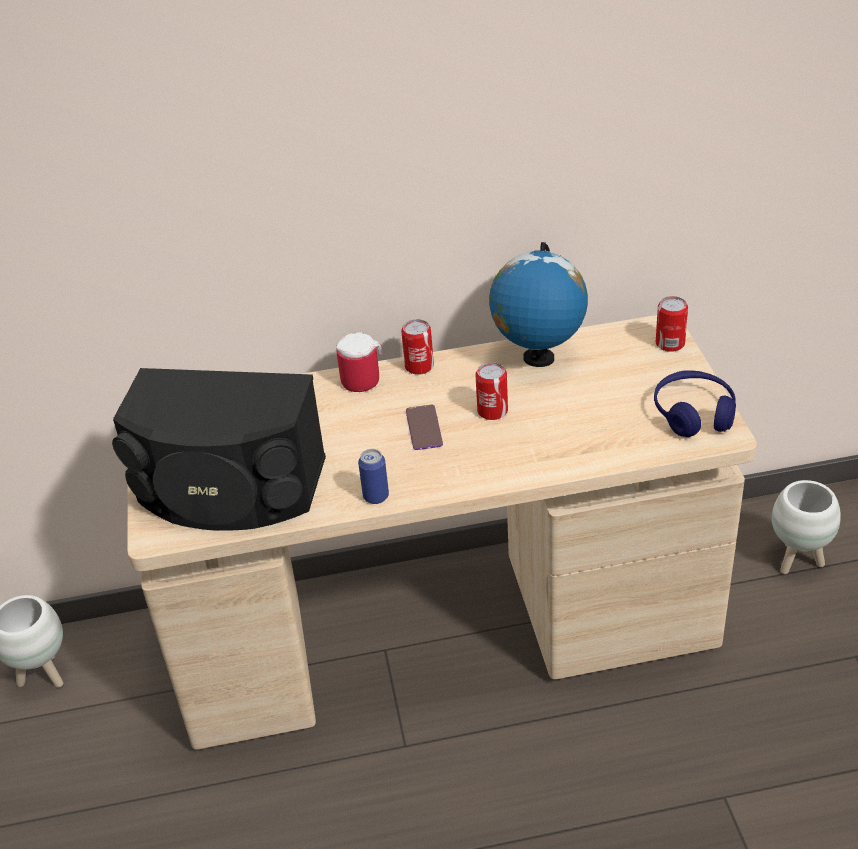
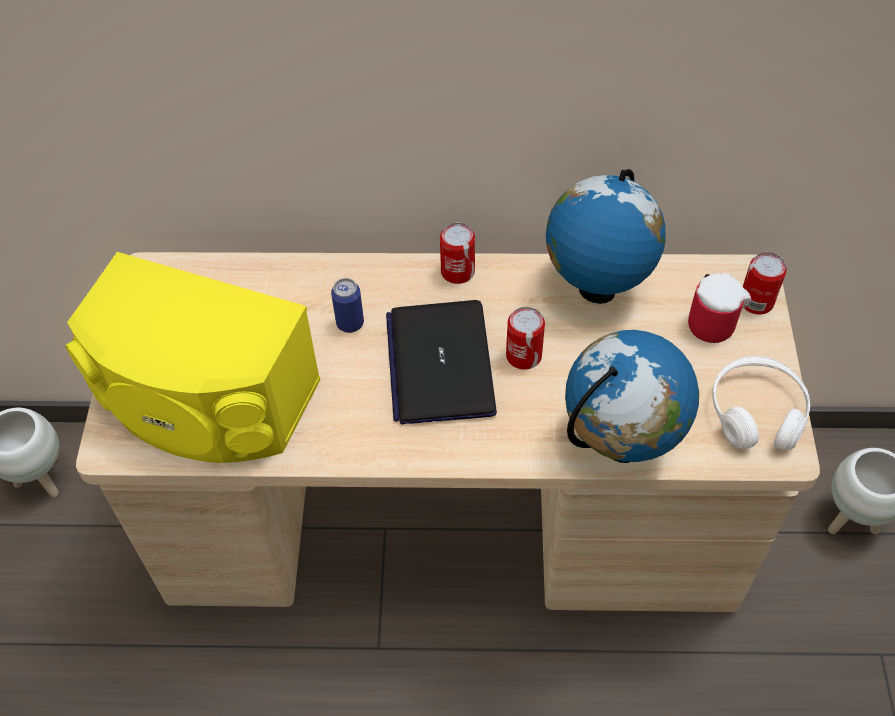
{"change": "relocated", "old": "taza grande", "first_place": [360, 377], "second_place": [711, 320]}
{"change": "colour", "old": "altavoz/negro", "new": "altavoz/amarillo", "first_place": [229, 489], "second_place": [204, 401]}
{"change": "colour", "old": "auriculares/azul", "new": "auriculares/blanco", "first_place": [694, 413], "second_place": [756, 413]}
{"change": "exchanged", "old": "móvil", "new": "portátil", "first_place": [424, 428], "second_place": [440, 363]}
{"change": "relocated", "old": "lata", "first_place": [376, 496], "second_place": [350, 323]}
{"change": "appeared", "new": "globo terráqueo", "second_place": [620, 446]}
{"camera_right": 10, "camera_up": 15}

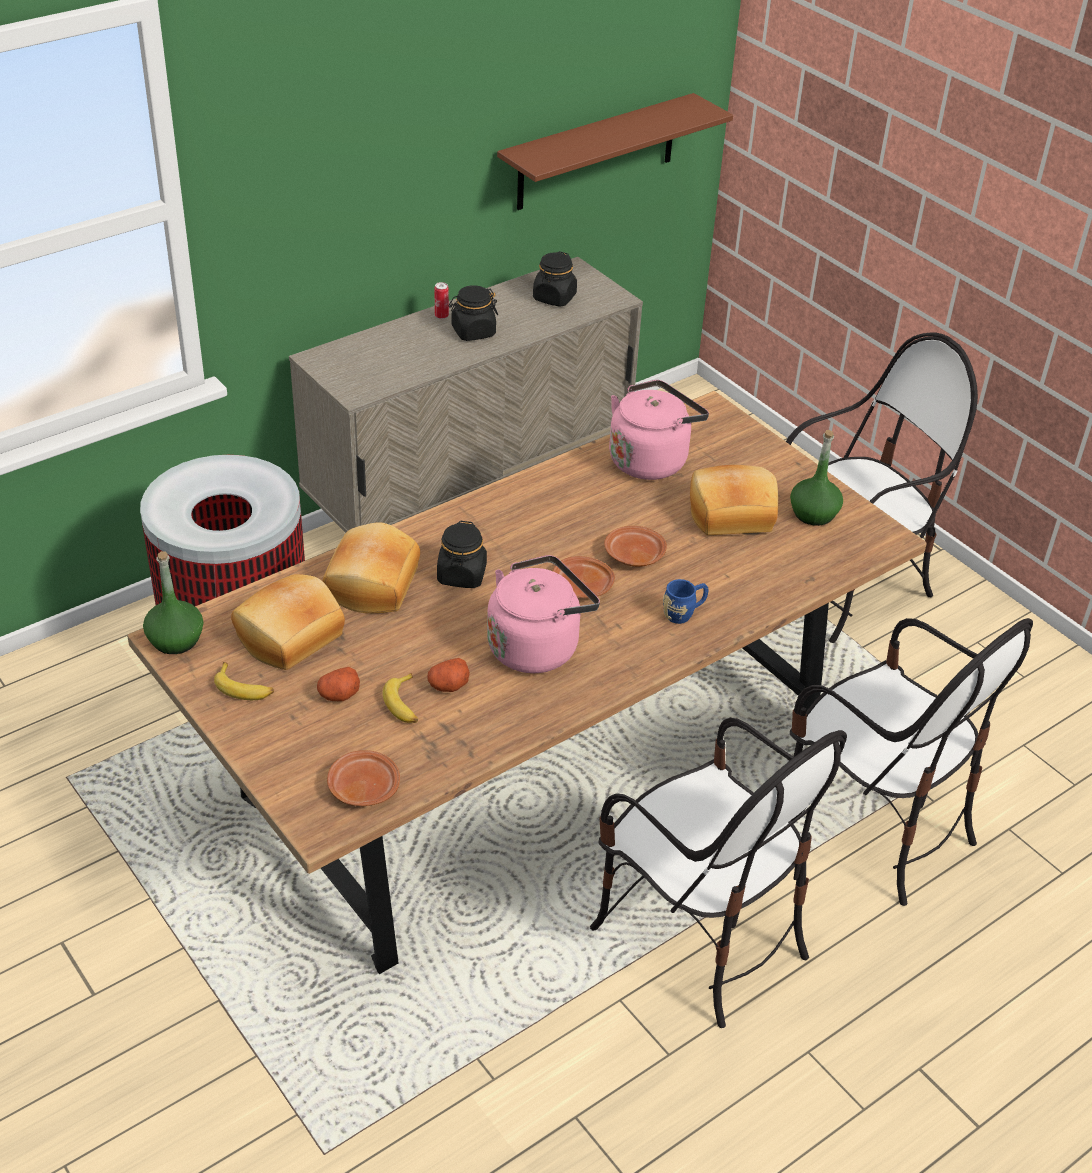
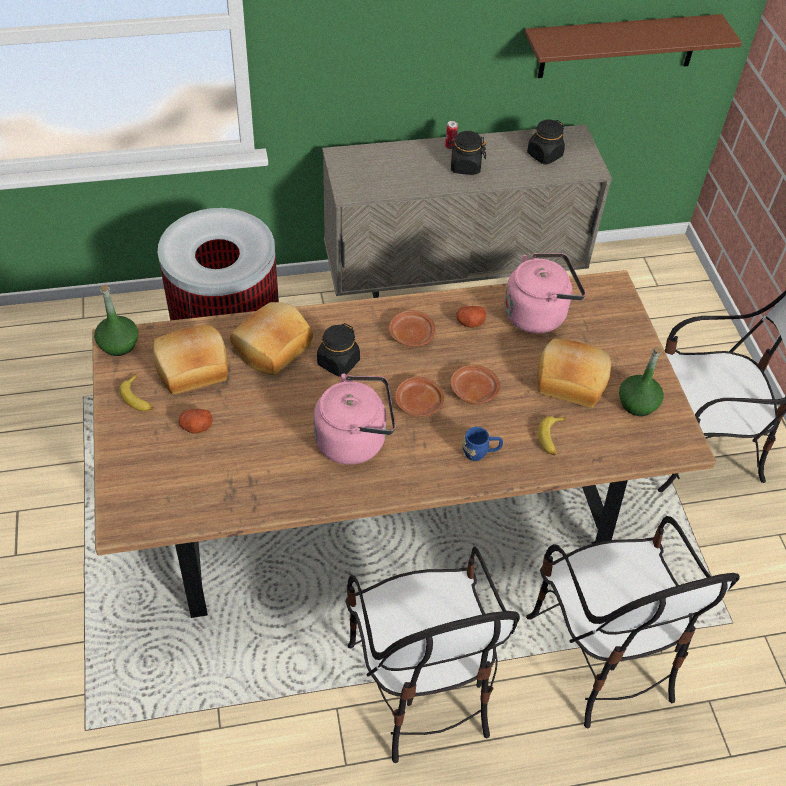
{"change": "relocated", "old": "patata", "first_place": [448, 685], "second_place": [469, 322]}
{"change": "relocated", "old": "plátano", "first_place": [404, 704], "second_place": [552, 438]}
{"change": "relocated", "old": "plato/marrón", "first_place": [363, 787], "second_place": [411, 334]}
{"camera_right": 25, "camera_up": 10}

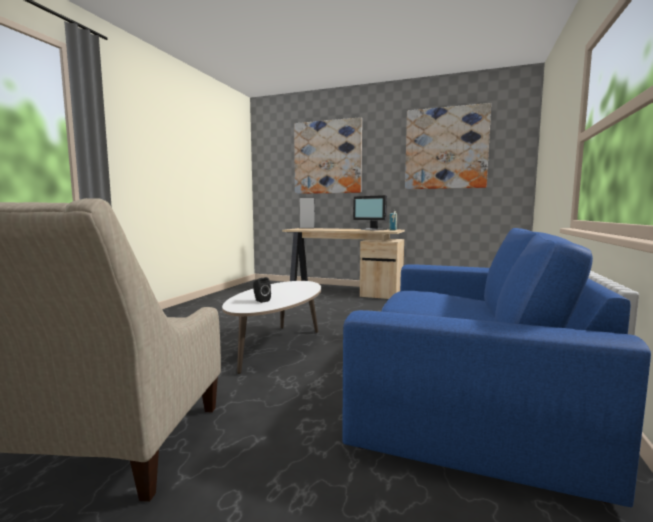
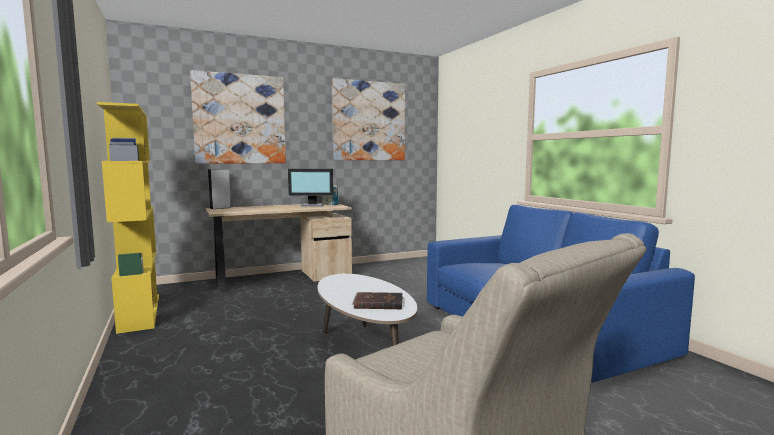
{"change": "exchanged", "old": "altavoz/negro", "new": "libro/marrón", "first_place": [261, 300], "second_place": [378, 303]}
{"change": "appeared", "new": "estantería/amarillo", "second_place": [139, 312]}
{"camera_right": -45, "camera_up": 0}

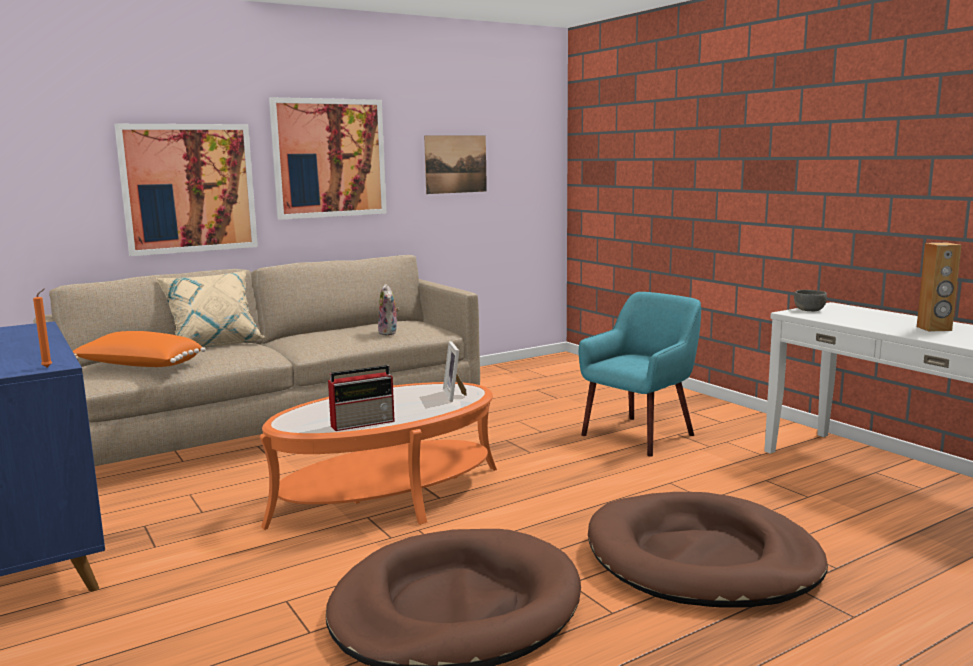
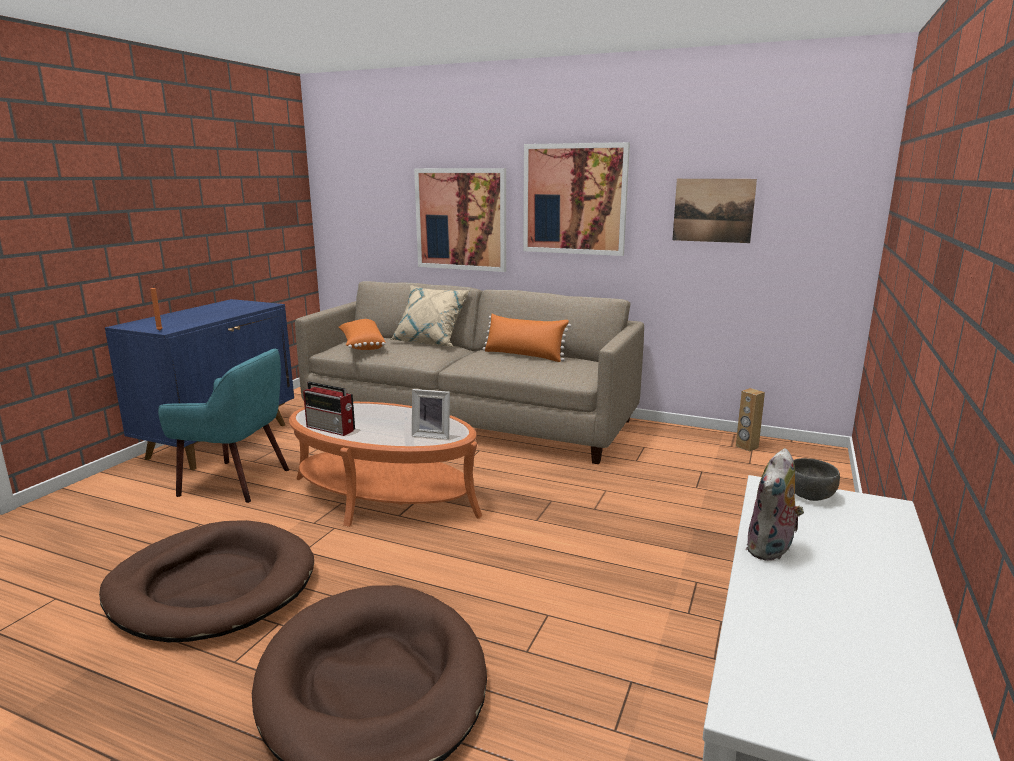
{"change": "relocated", "old": "altavoz/marrón", "first_place": [934, 329], "second_place": [746, 447]}
{"change": "relocated", "old": "peluche", "first_place": [389, 333], "second_place": [771, 550]}
{"change": "relocated", "old": "sillón/turquesa", "first_place": [640, 435], "second_place": [237, 481]}
{"change": "spun", "old": "portarretratos", "first_place": [455, 395], "second_place": [432, 435], "degrees": -120}
{"change": "appeared", "new": "cojín/naranja", "second_place": [524, 355]}
{"camera_right": 55, "camera_up": 5}

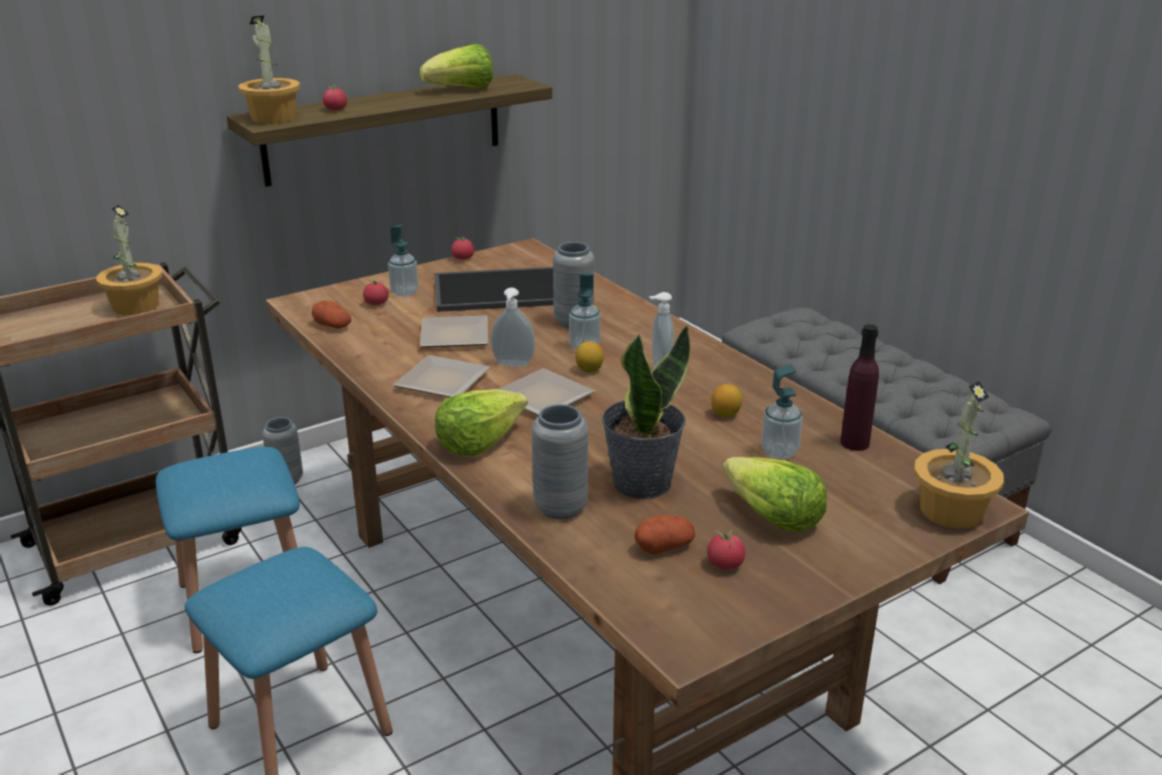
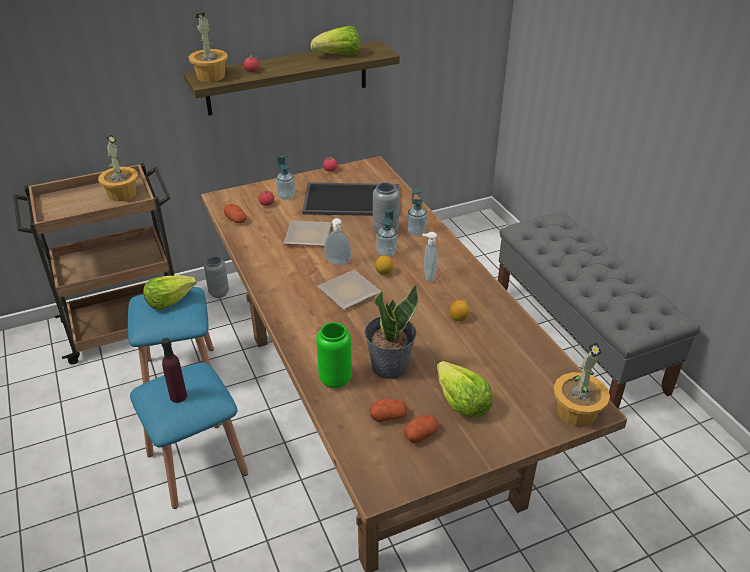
{"change": "relocated", "old": "botella/morado", "first_place": [854, 443], "second_place": [178, 396]}
{"change": "missing", "old": "plato", "first_place": [444, 383]}
{"change": "relocated", "old": "dispensador de jabón", "first_place": [779, 452], "second_place": [416, 232]}
{"change": "relocated", "old": "lechuga", "first_place": [479, 442], "second_place": [169, 300]}
{"change": "colour", "old": "florero/gris", "new": "florero/verde", "first_place": [560, 508], "second_place": [335, 379]}
{"change": "exchanged", "old": "tomate", "new": "patata", "first_place": [725, 565], "second_place": [420, 435]}
{"camera_right": 10, "camera_up": 10}

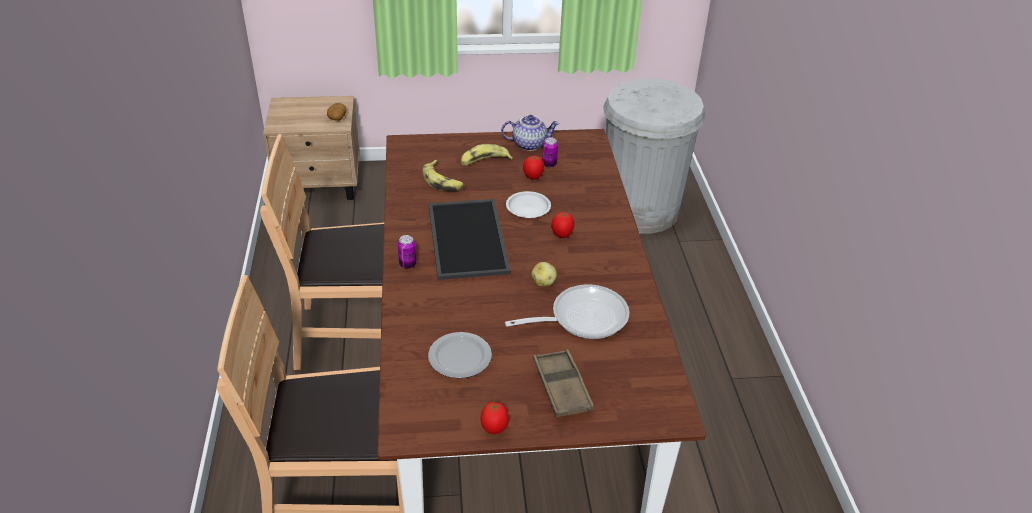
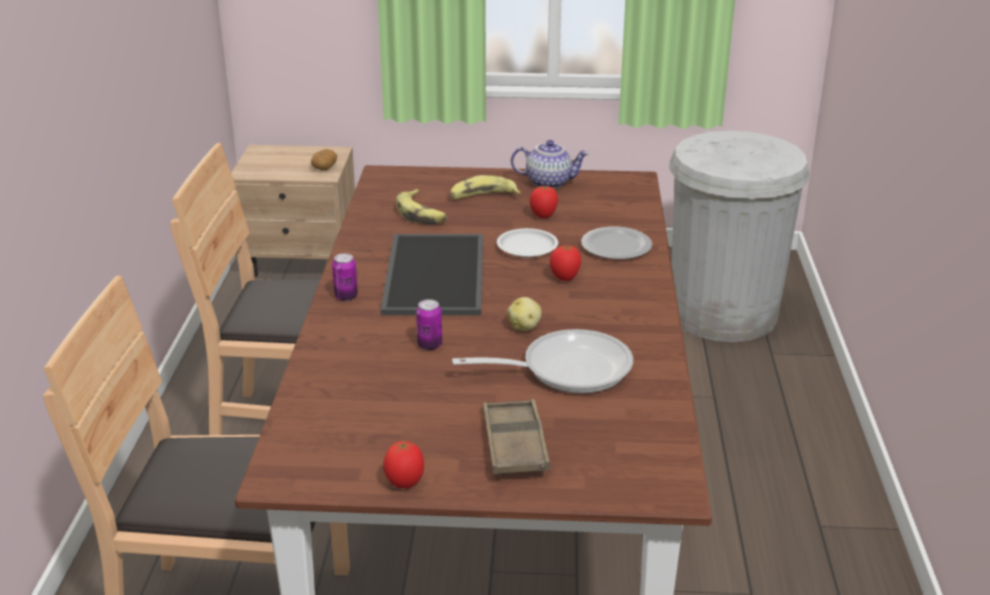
{"change": "relocated", "old": "lata", "first_place": [549, 164], "second_place": [429, 345]}
{"change": "relocated", "old": "plato", "first_place": [460, 357], "second_place": [617, 247]}
{"camera_right": 10, "camera_up": -10}

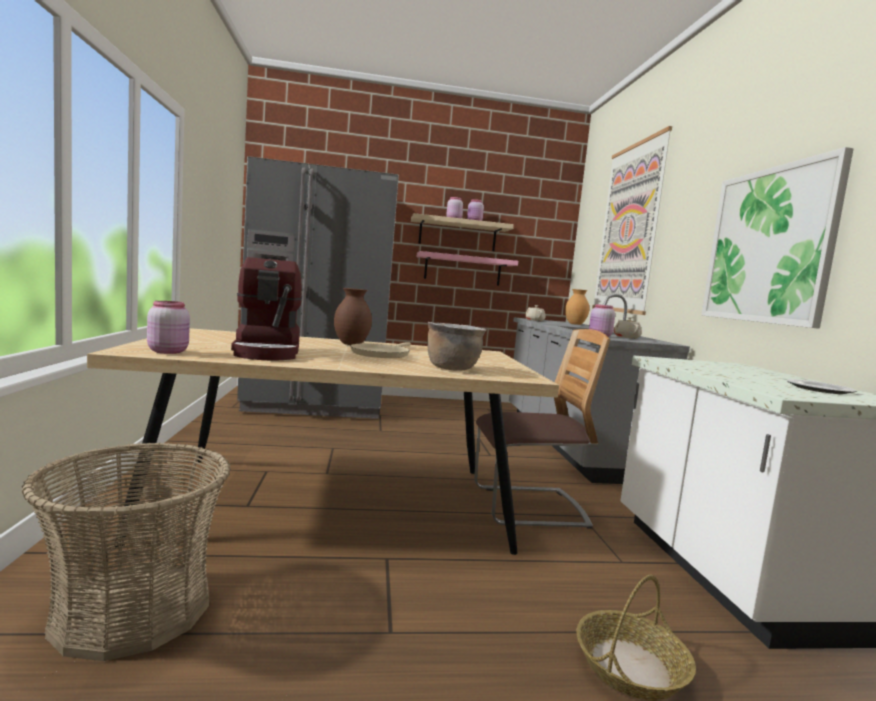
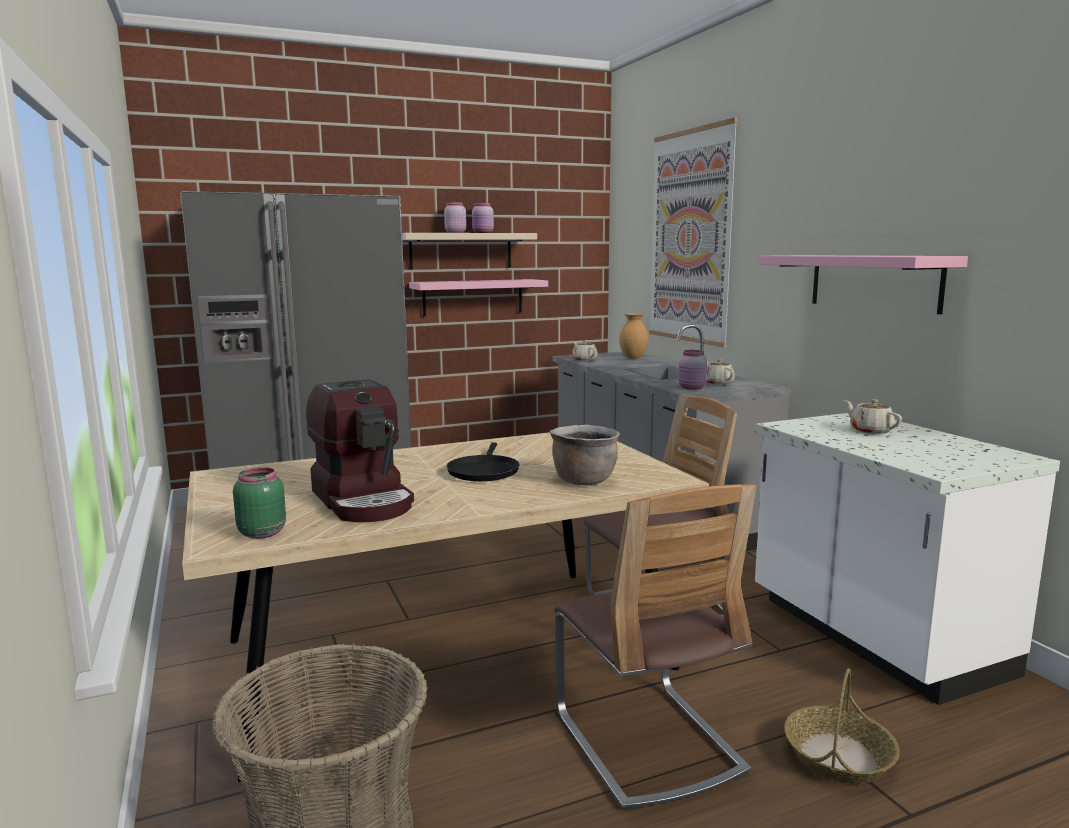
{"change": "exchanged", "old": "cuadro", "new": "estante/rosa", "first_place": [768, 246], "second_place": [874, 282]}
{"change": "missing", "old": "florero/marrón", "first_place": [351, 344]}
{"change": "colour", "old": "tarro/rosa", "new": "tarro/verde", "first_place": [168, 351], "second_place": [262, 532]}
{"change": "colour", "old": "sartén/beis", "new": "sartén/negro", "first_place": [381, 354], "second_place": [483, 471]}
{"change": "missing", "old": "plato", "first_place": [820, 389]}
{"change": "appeared", "new": "tetera/beis", "second_place": [870, 431]}
{"change": "appeared", "new": "silla", "second_place": [647, 742]}
{"camera_right": -15, "camera_up": 5}

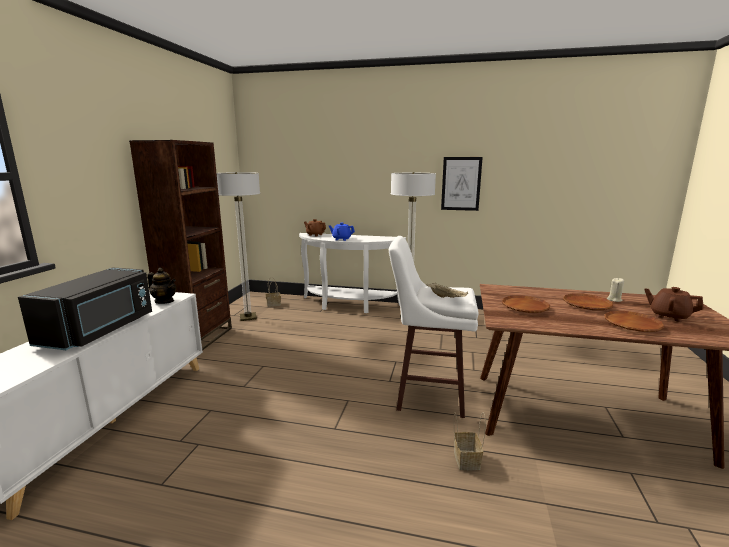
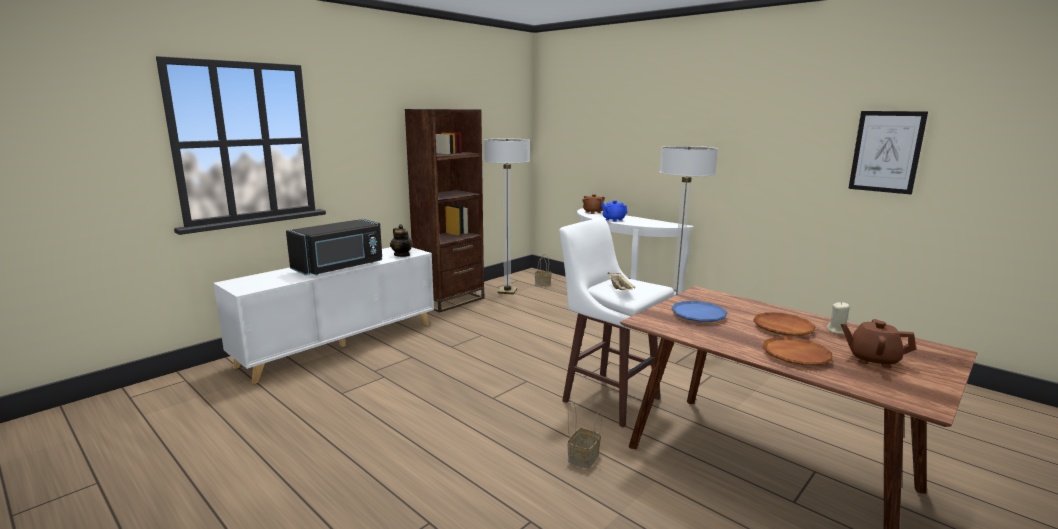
{"change": "relocated", "old": "cuadro", "first_place": [461, 183], "second_place": [886, 152]}
{"change": "spun", "old": "tetera/marrón", "first_place": [669, 316], "second_place": [872, 360], "degrees": -45}
{"change": "colour", "old": "plato/marrón", "new": "plato/azul", "first_place": [525, 307], "second_place": [698, 315]}
{"camera_right": 30, "camera_up": 0}

